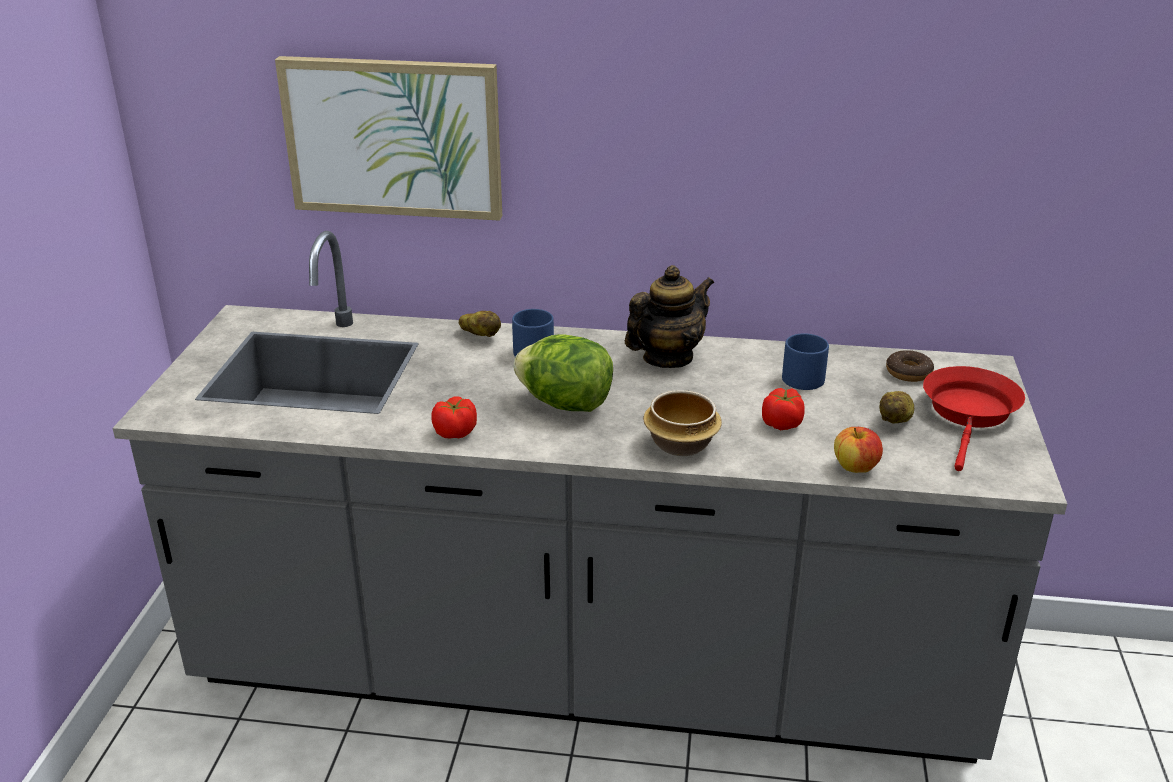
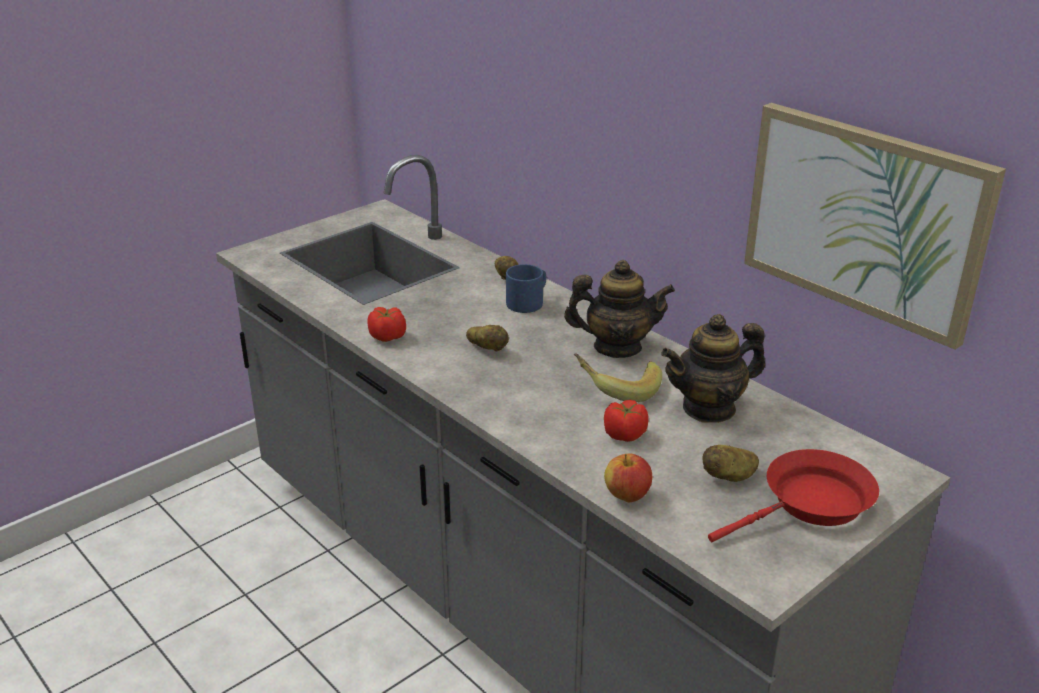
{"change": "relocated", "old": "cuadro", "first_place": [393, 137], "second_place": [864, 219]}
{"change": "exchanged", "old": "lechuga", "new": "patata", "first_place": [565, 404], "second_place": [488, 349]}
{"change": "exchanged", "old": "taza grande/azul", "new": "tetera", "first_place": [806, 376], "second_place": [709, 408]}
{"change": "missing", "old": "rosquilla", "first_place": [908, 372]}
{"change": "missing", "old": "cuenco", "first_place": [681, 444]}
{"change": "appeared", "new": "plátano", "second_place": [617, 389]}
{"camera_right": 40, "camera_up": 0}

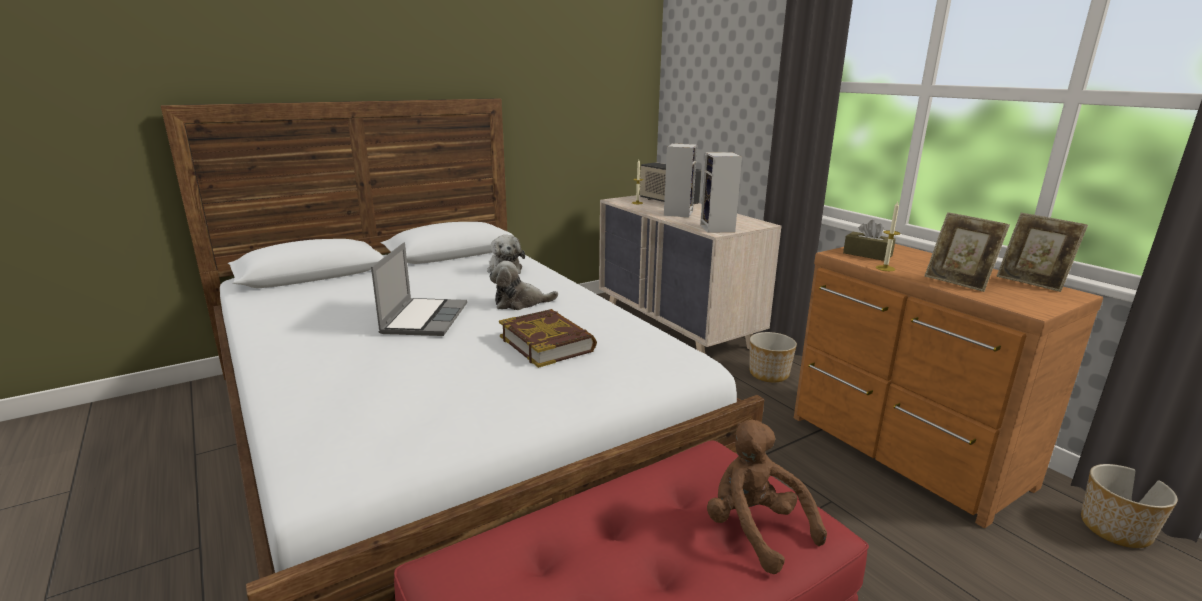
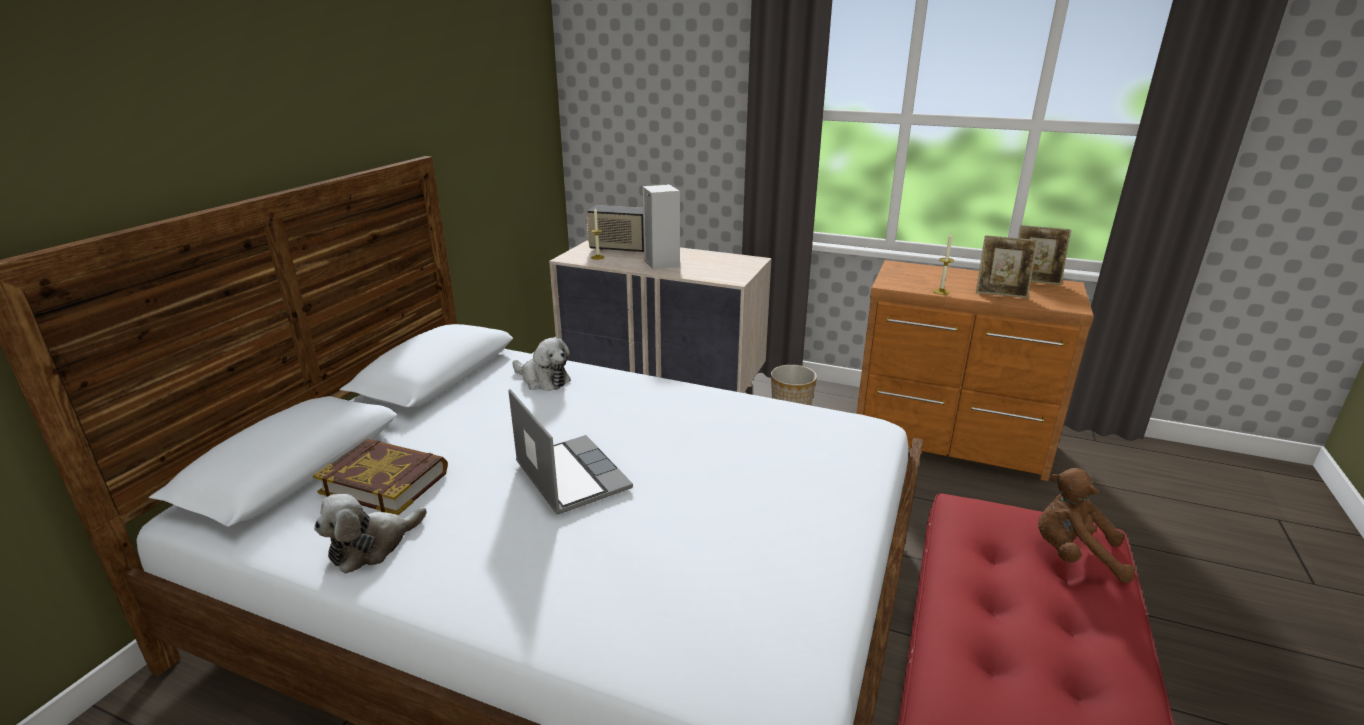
{"change": "missing", "old": "altavoz", "first_place": [718, 229]}
{"change": "missing", "old": "caja de pañuelos/marrón", "first_place": [867, 254]}
{"change": "relocated", "old": "peluche", "first_place": [520, 303], "second_place": [372, 546]}
{"change": "relocated", "old": "libro", "first_place": [547, 343], "second_place": [385, 482]}
{"change": "missing", "old": "maceta", "first_place": [1116, 530]}
{"camera_right": -35, "camera_up": 5}

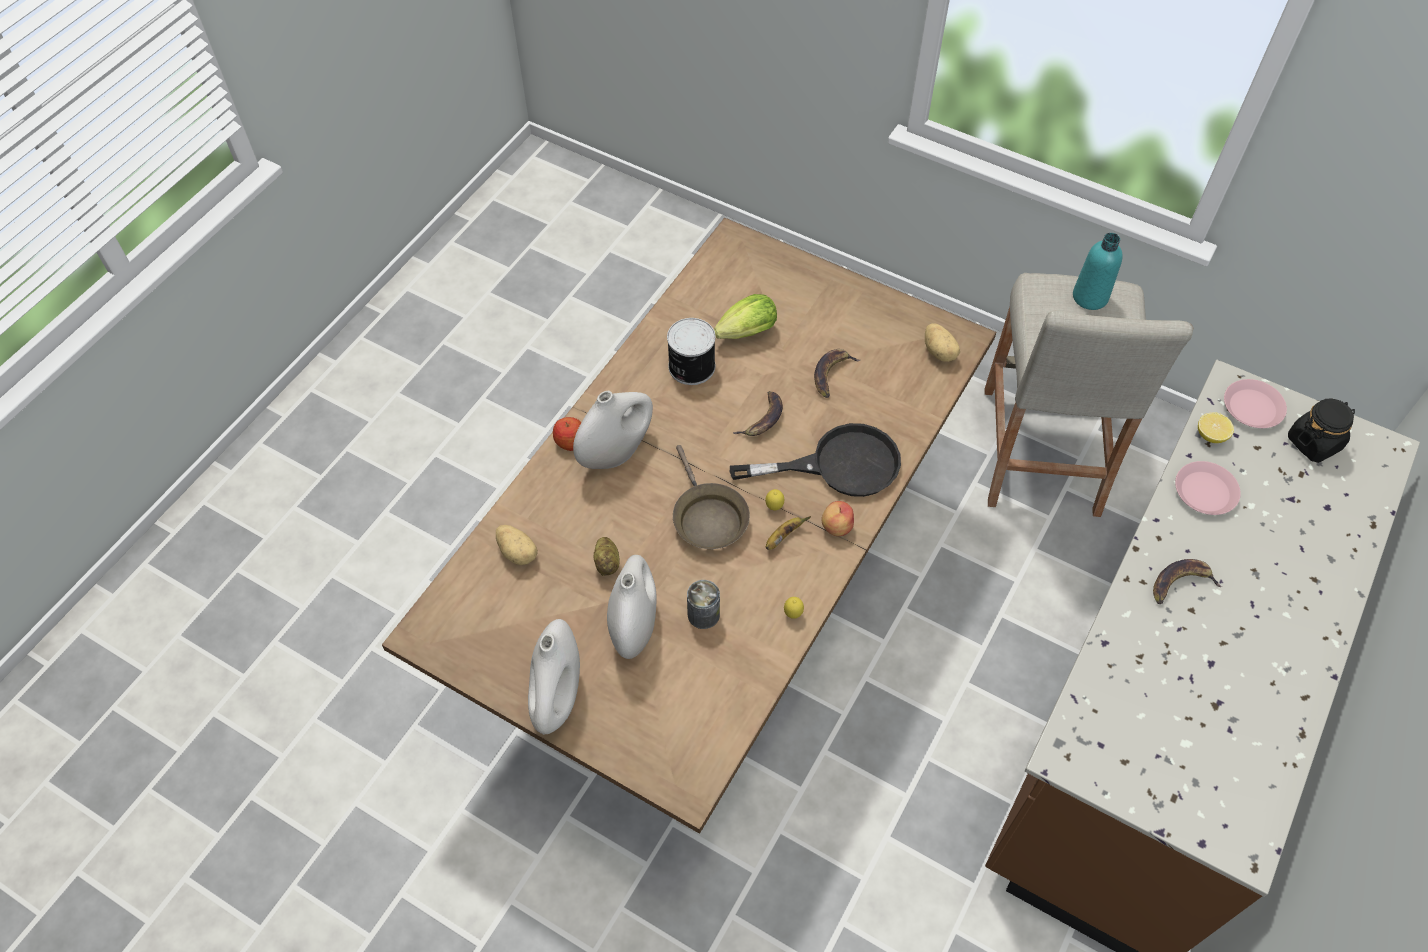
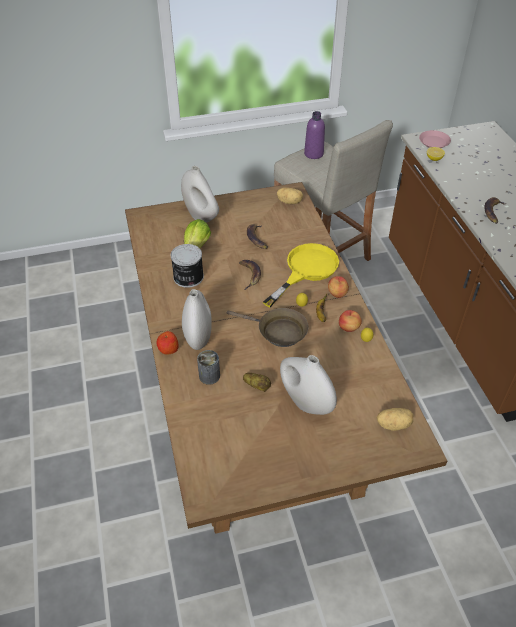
{"change": "colour", "old": "botella/turquesa", "new": "botella/morado", "first_place": [1090, 297], "second_place": [313, 154]}
{"change": "missing", "old": "tarro/negro", "first_place": [1314, 442]}
{"change": "colour", "old": "sartén/negro", "new": "sartén/amarillo", "first_place": [838, 465], "second_place": [306, 270]}
{"change": "missing", "old": "plato/rosa", "first_place": [1204, 492]}
{"change": "relocated", "old": "patata", "first_place": [518, 552], "second_place": [393, 424]}
{"change": "relocated", "old": "lata", "first_place": [703, 614], "second_place": [209, 376]}
{"change": "relocated", "old": "florero/blanco", "first_place": [558, 697], "second_place": [201, 216]}
{"change": "appeared", "new": "manzana", "second_place": [349, 328]}
{"camera_right": -45, "camera_up": -10}

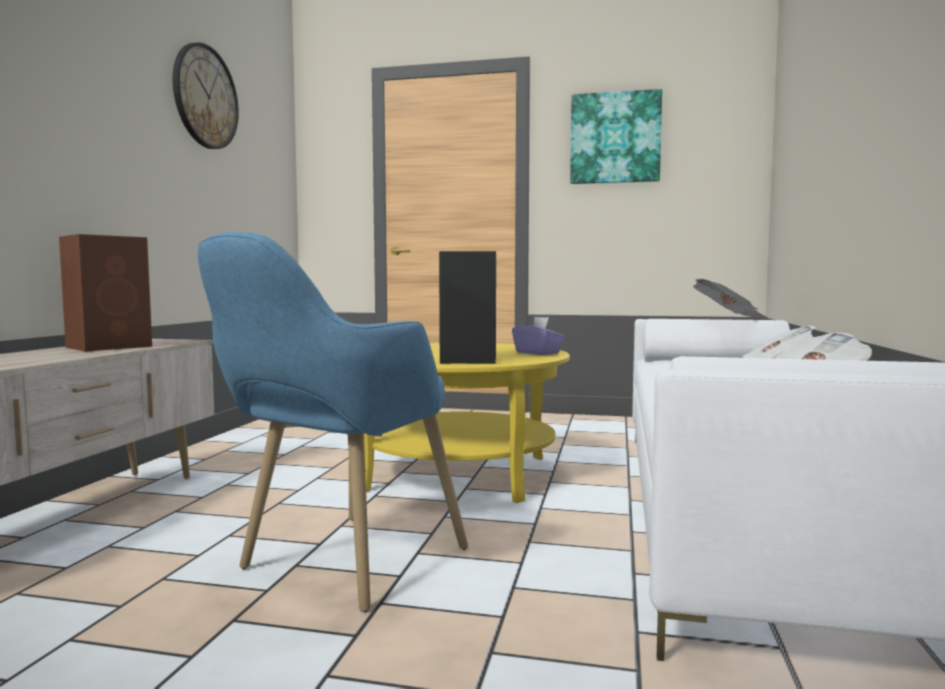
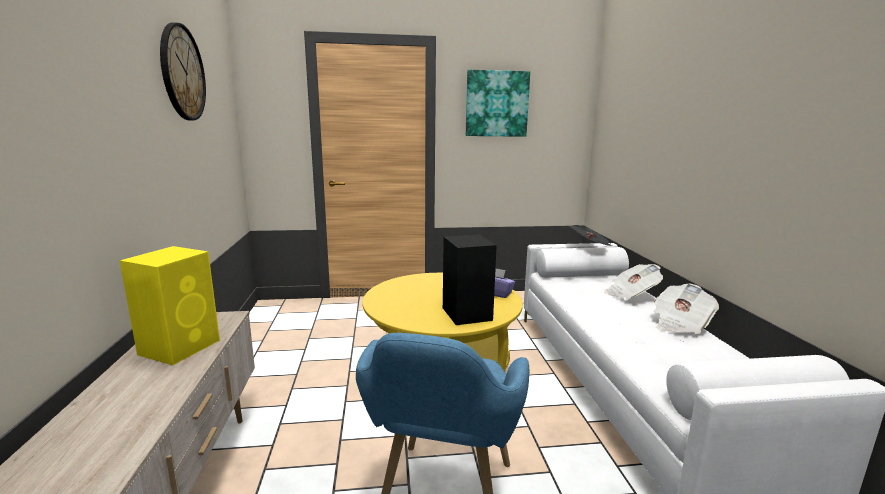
{"change": "colour", "old": "altavoz/marrón", "new": "altavoz/amarillo", "first_place": [111, 347], "second_place": [181, 346]}
{"camera_right": -20, "camera_up": 10}

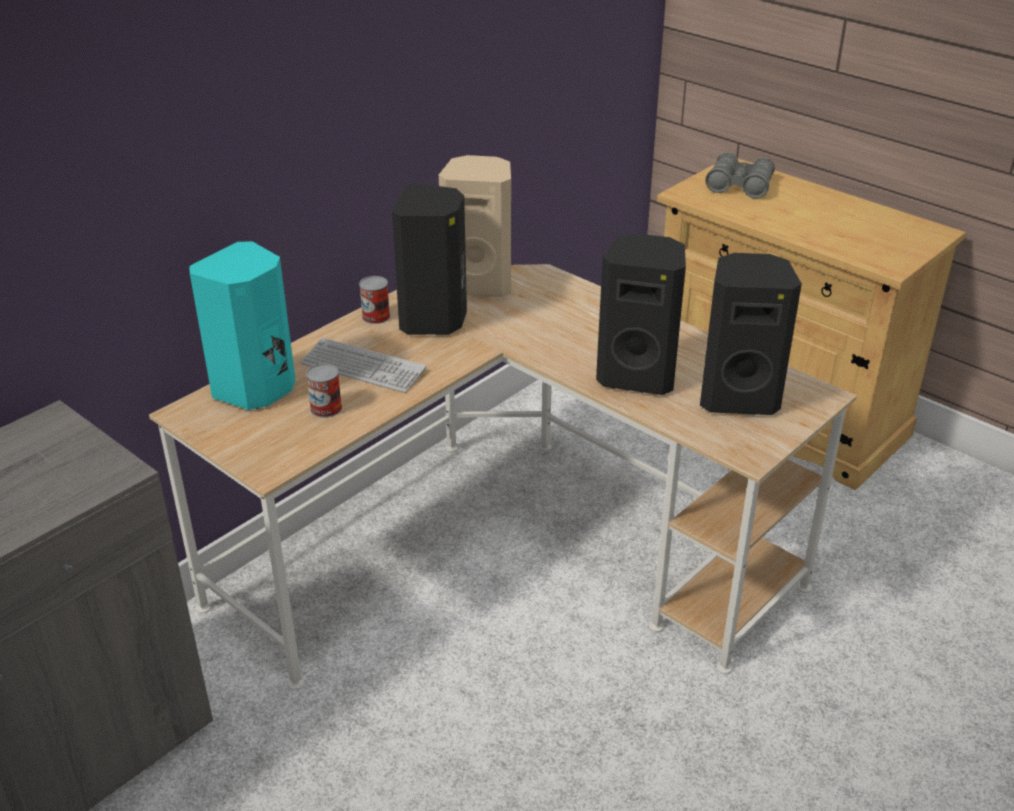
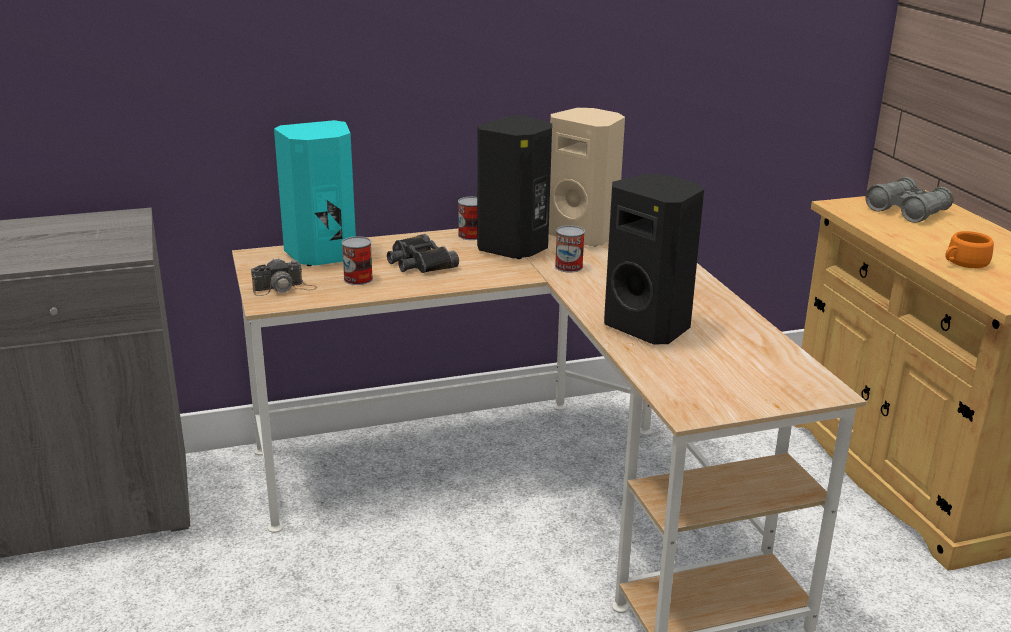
{"change": "missing", "old": "altavoz/negro", "first_place": [738, 397]}
{"change": "exchanged", "old": "teclado", "new": "prismáticos/negro", "first_place": [363, 367], "second_place": [419, 262]}
{"change": "appeared", "new": "lata", "second_place": [568, 267]}
{"change": "appeared", "new": "taza/naranja", "second_place": [963, 263]}
{"change": "appeared", "new": "cámara", "second_place": [284, 288]}
{"camera_right": 30, "camera_up": -10}

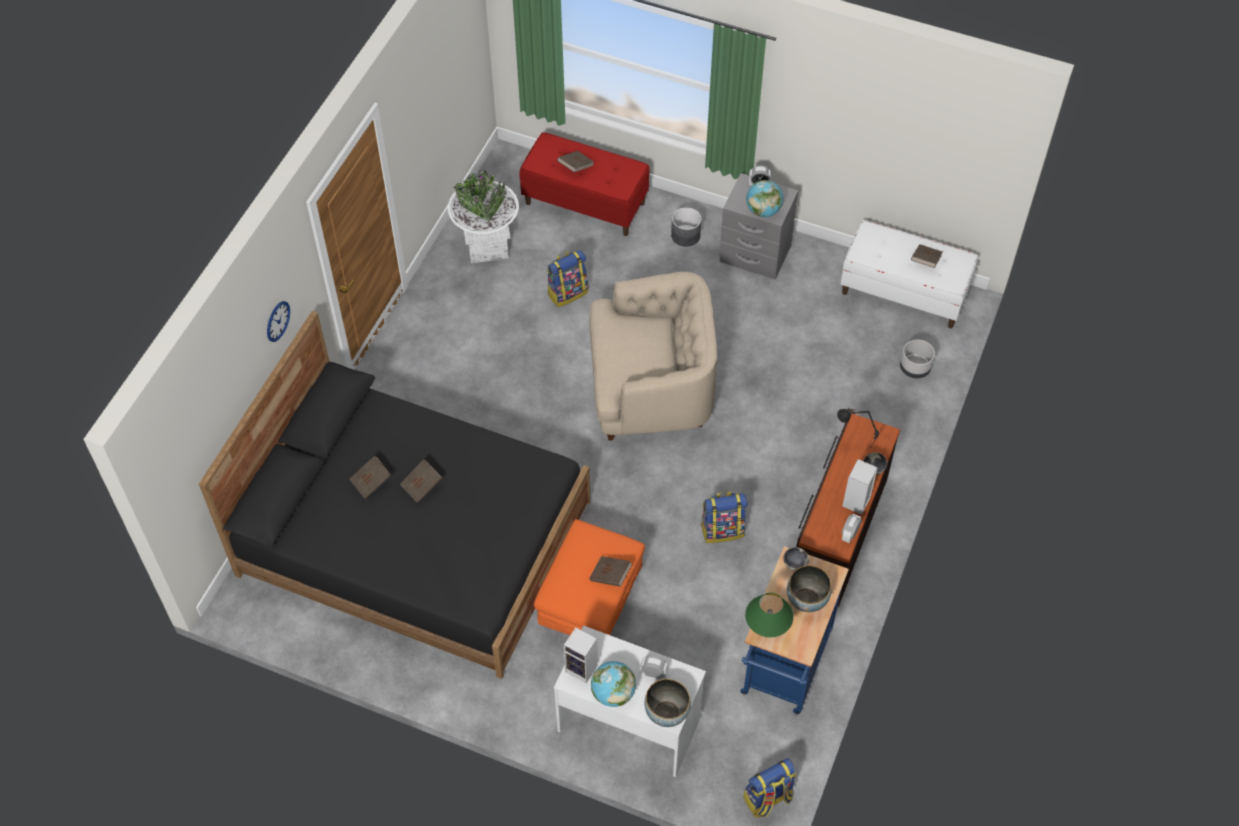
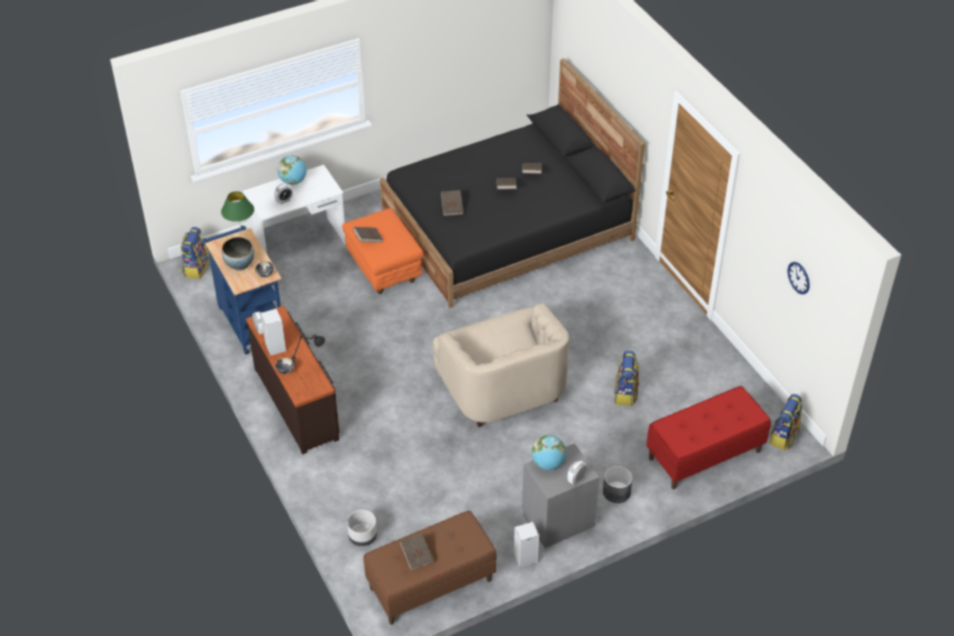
{"change": "relocated", "old": "libro/marrón", "first_place": [575, 167], "second_place": [452, 208]}
{"change": "missing", "old": "maceta/blanco", "first_place": [487, 246]}
{"change": "colour", "old": "banco/blanco", "new": "banco/marrón", "first_place": [904, 292], "second_place": [431, 584]}
{"change": "spun", "old": "sillón/beis", "first_place": [650, 386], "second_place": [502, 386], "degrees": -60}
{"change": "relocated", "old": "reloj de pared", "first_place": [277, 321], "second_place": [798, 277]}
{"change": "relocated", "old": "mochila", "first_place": [722, 529], "second_place": [784, 437]}
{"change": "relocated", "old": "altavoz", "first_place": [583, 668], "second_place": [525, 559]}
{"change": "missing", "old": "cuenco", "first_place": [666, 713]}
{"camera_right": 130, "camera_up": -10}

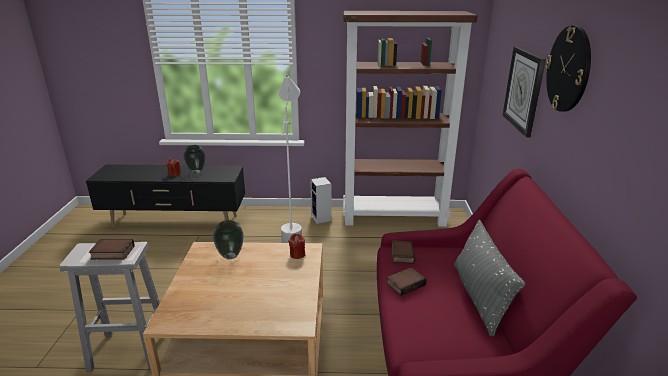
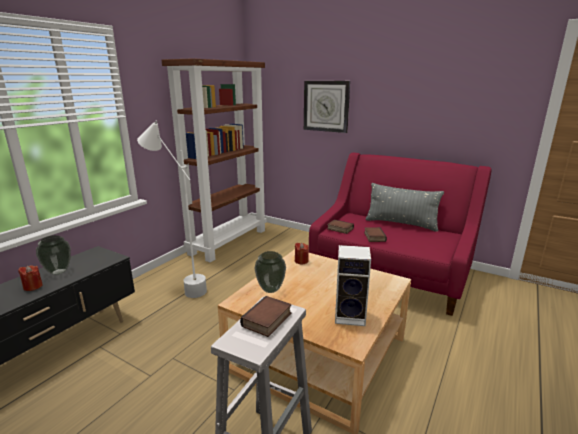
{"change": "missing", "old": "reloj de pared", "first_place": [568, 69]}
{"change": "relocated", "old": "altavoz", "first_place": [321, 219], "second_place": [351, 316]}
{"camera_right": -60, "camera_up": -5}

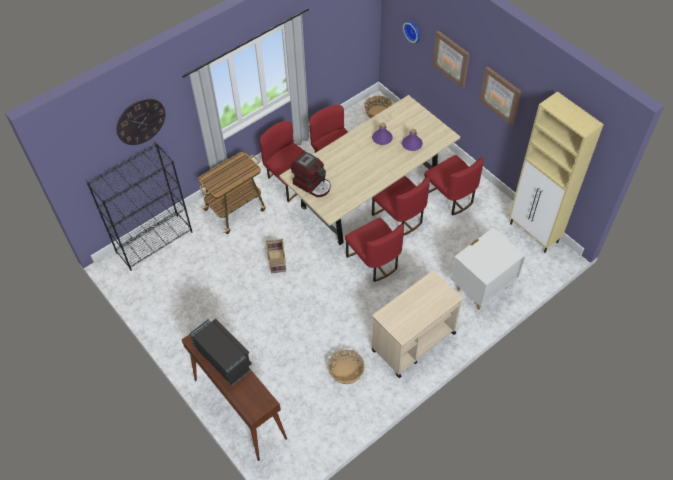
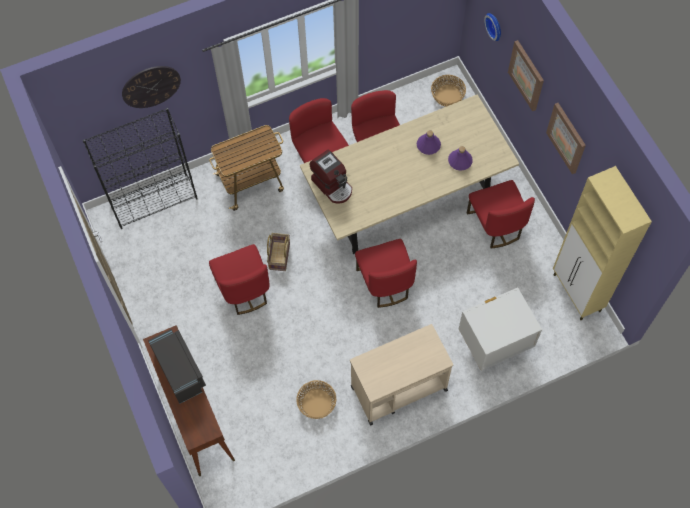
{"change": "relocated", "old": "silla/rojo", "first_place": [399, 217], "second_place": [244, 290]}
{"camera_right": 15, "camera_up": 10}

